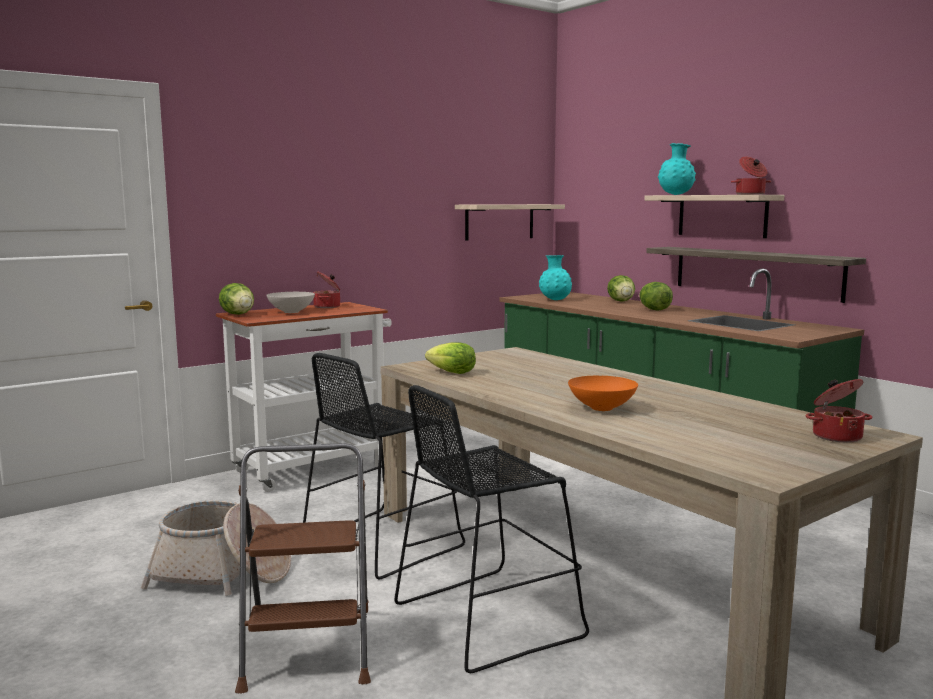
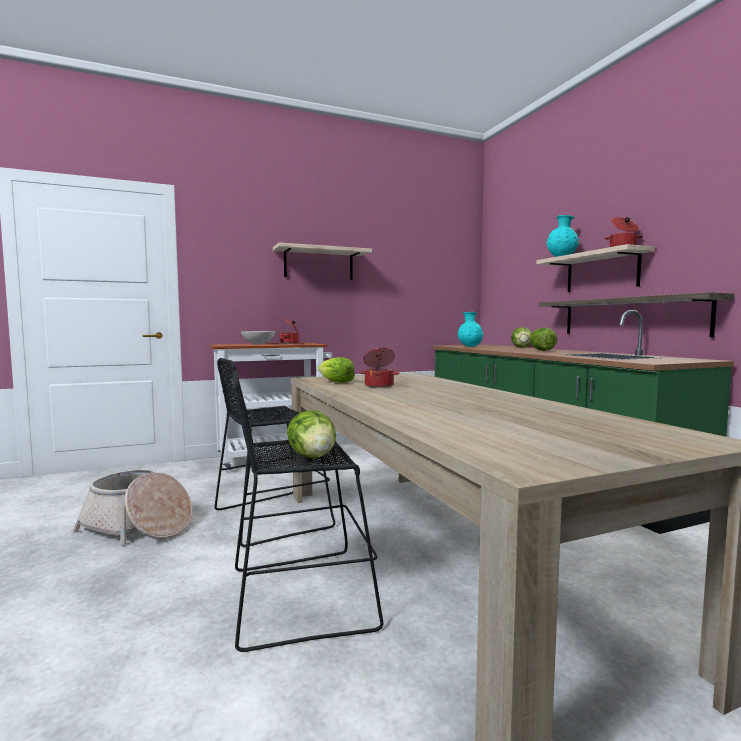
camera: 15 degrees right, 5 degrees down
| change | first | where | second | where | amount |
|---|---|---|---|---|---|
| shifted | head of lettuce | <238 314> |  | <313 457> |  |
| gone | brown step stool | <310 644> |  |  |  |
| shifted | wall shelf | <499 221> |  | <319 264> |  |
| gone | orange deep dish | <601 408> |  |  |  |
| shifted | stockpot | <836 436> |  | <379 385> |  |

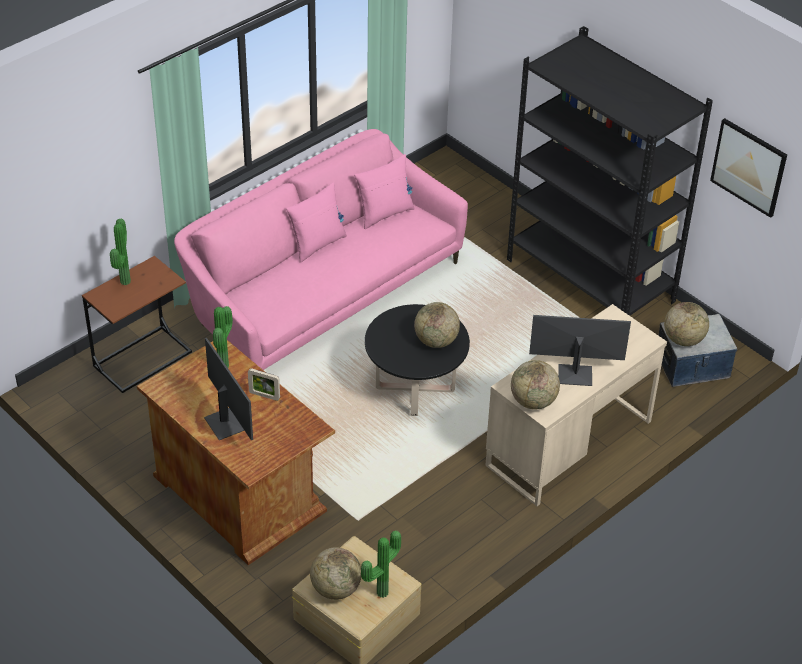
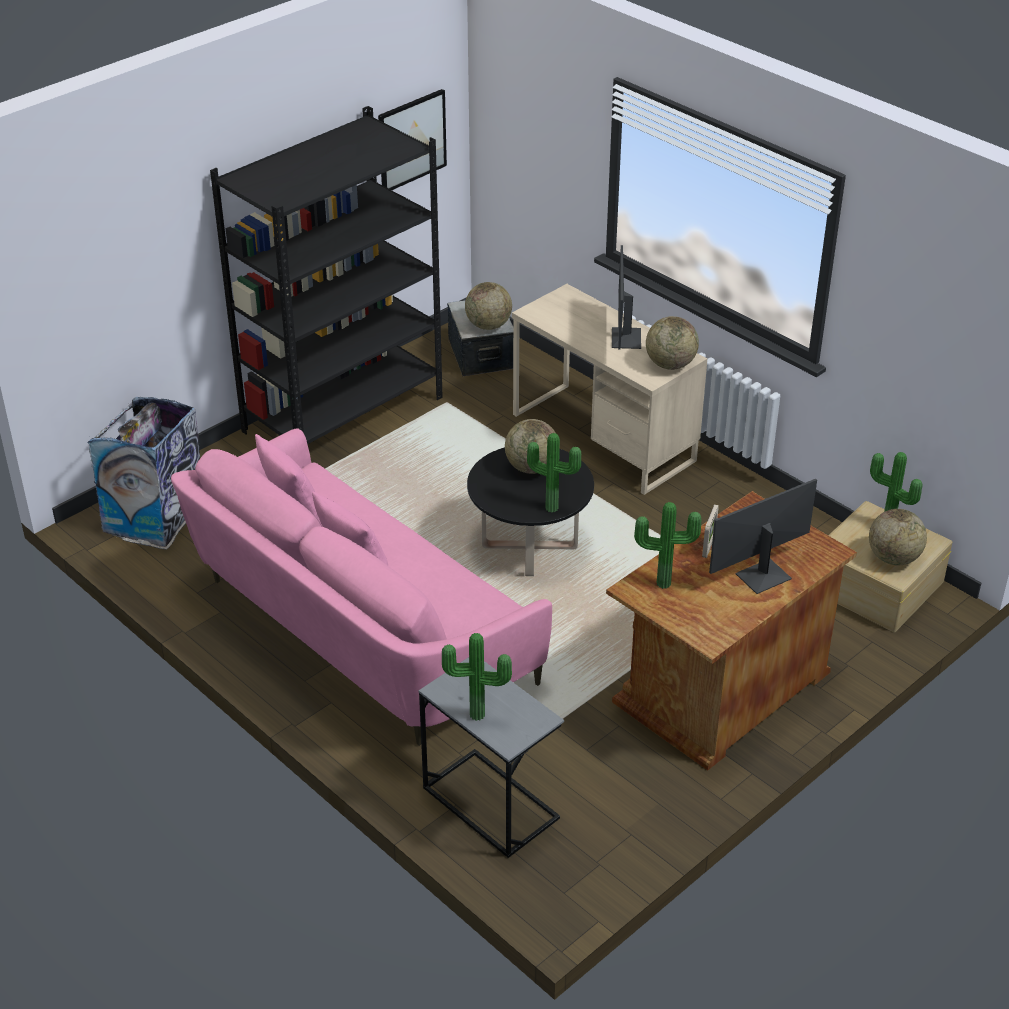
camera: 90 degrees left, 5 degrees down
| change | first | where | second | where | amount |
|---|---|---|---|---|---|
| repainted | brown side table | <142 359> | grey side table | <490 803> |  |
| new |  |  | trash can | <156 517> |  |
| new |  |  | houseplant | <552 506> |  |

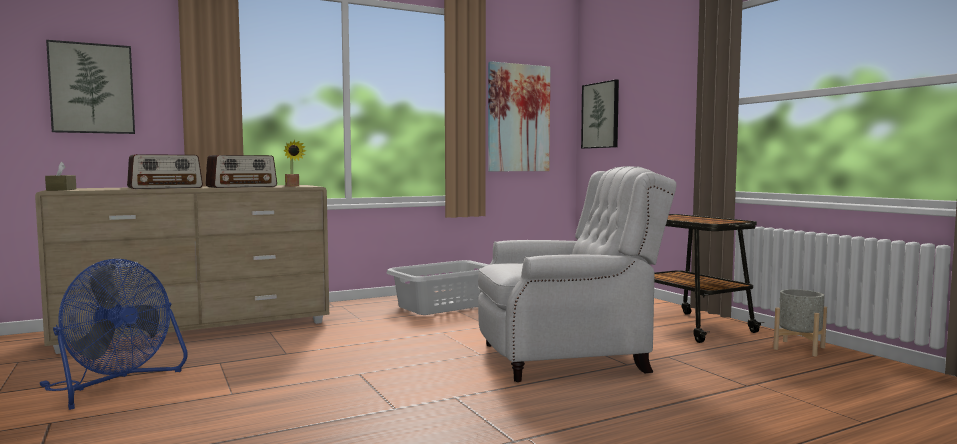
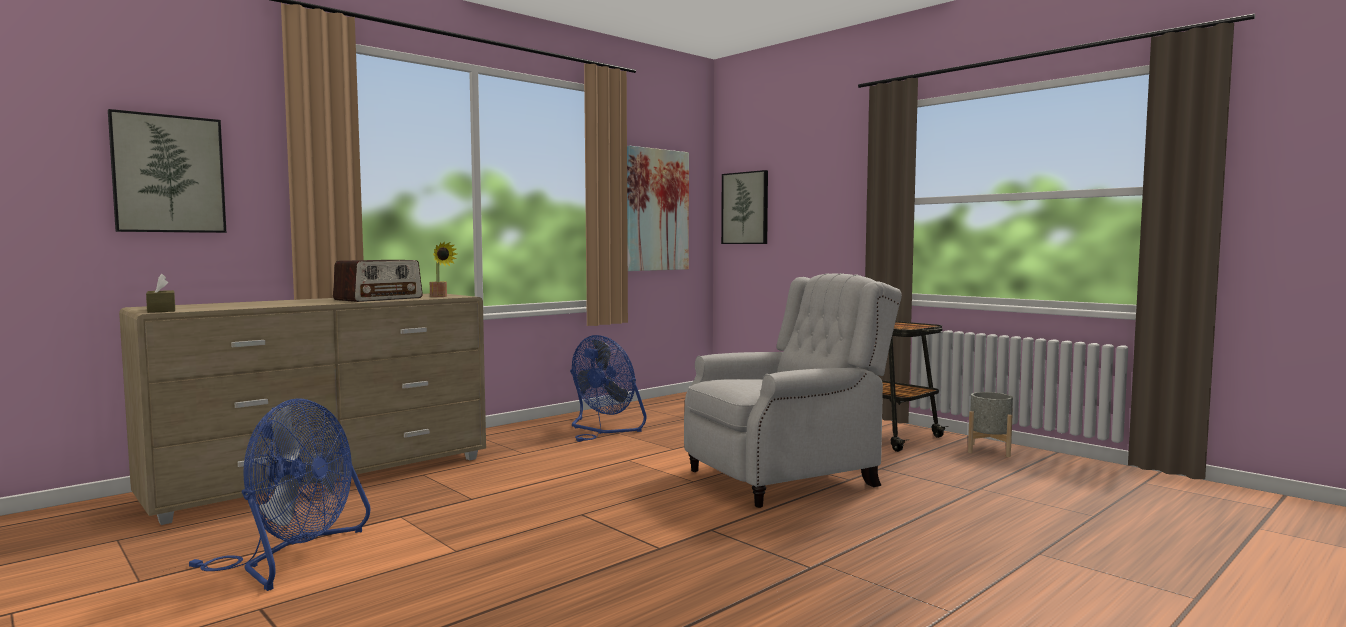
camera: 15 degrees left, 0 degrees up
| change | first | where | second | where | amount |
|---|---|---|---|---|---|
| gone | radio | <165 188> |  |  |  |
| swapped | grey laundry basket | <442 305> | blue fan | <599 429> |  |

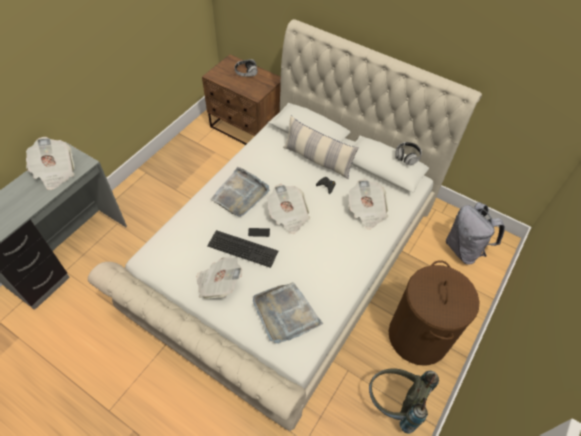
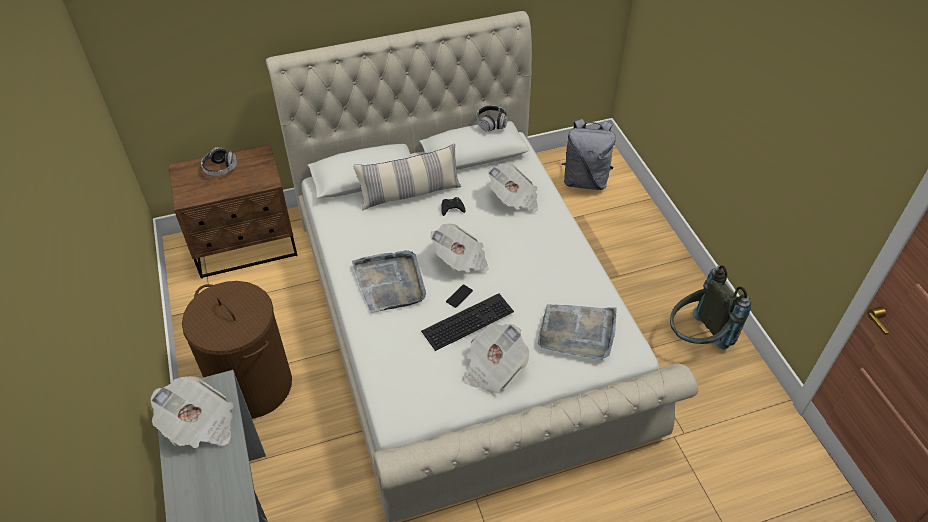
camera: 50 degrees left, 5 degrees down
| change | first | where | second | where | amount |
|---|---|---|---|---|---|
| shifted | brown laundry basket | <418 336> |  | <253 385> |  |

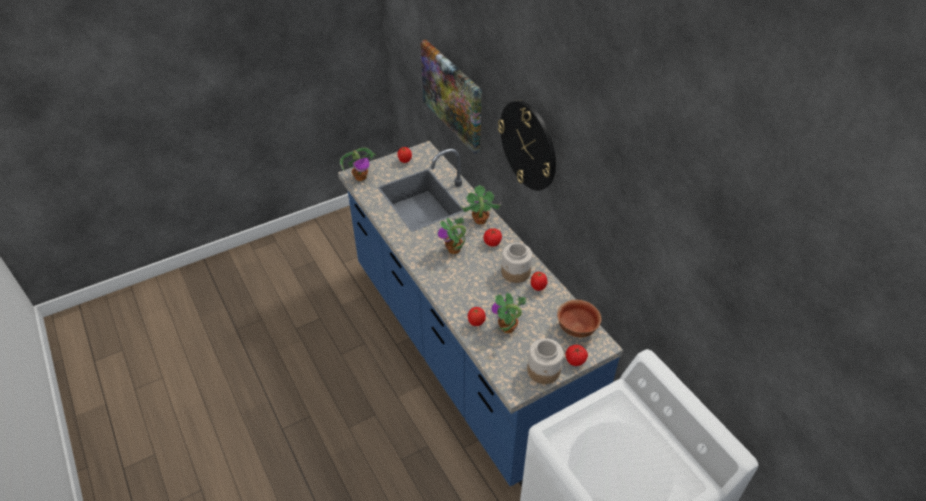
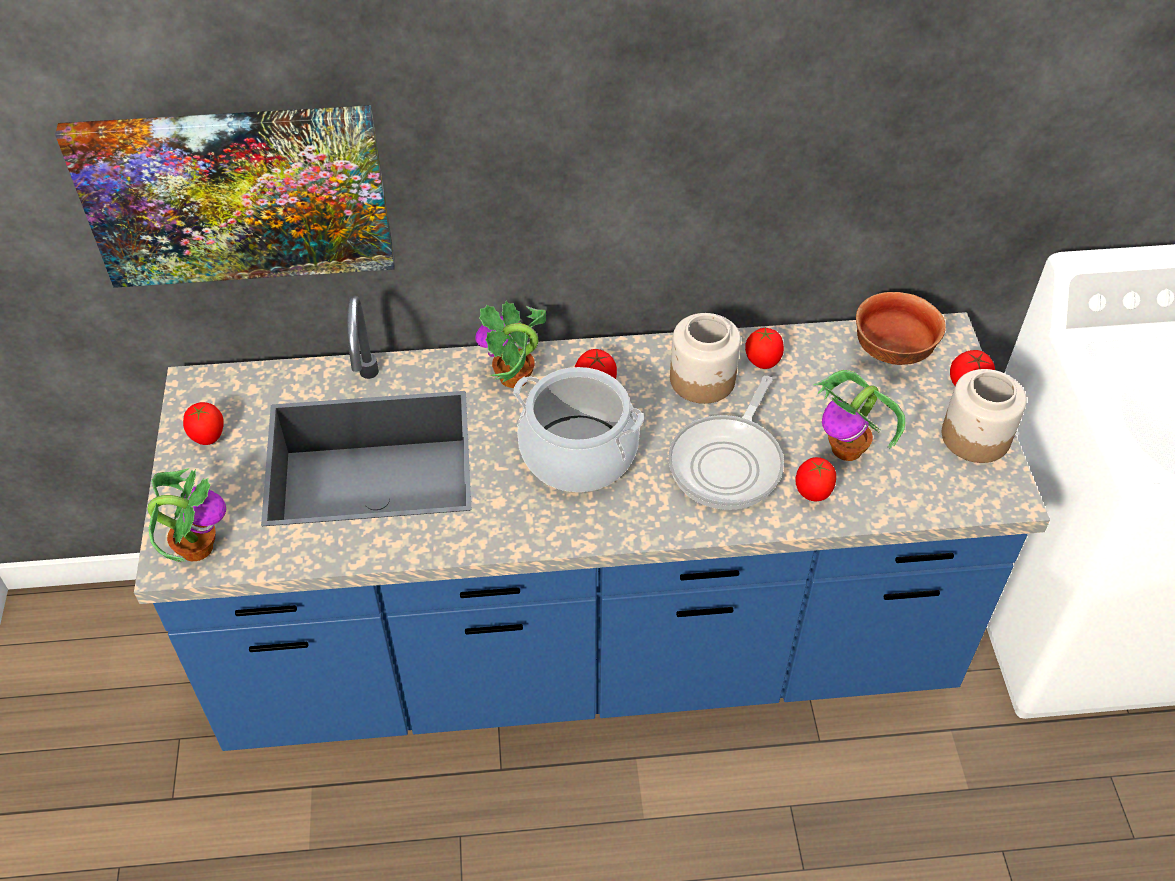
camera: 65 degrees left, 5 degrees up
| change | first | where | second | where | amount |
|---|---|---|---|---|---|
| swapped | houseplant | <454 249> | stockpot | <578 453> |  |
| gone | wall clock | <528 145> |  |  |  |
| new |  |  | pan | <728 462> |  |

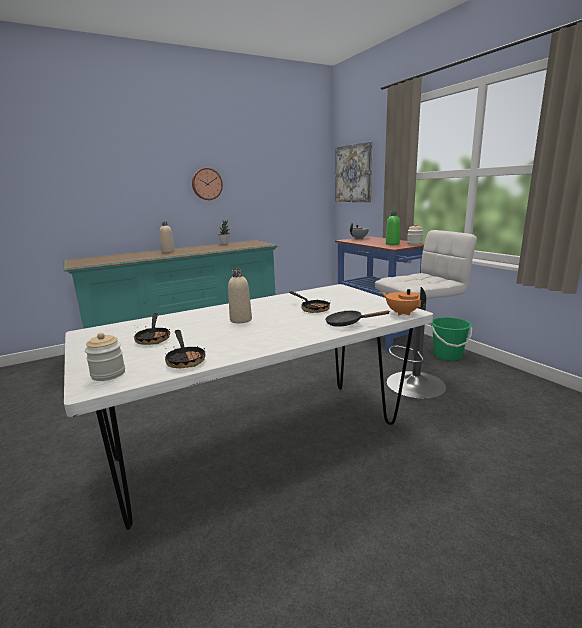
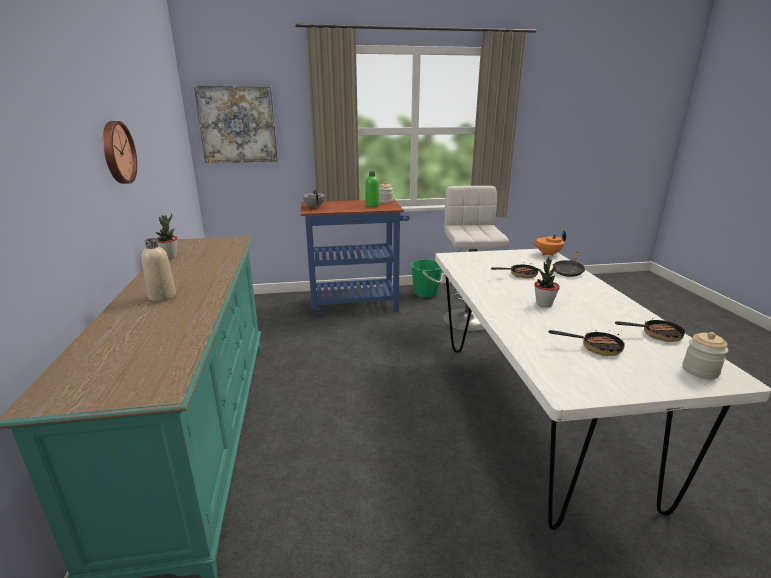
camera: 70 degrees left, 5 degrees up
| change | first | where | second | where | amount |
|---|---|---|---|---|---|
| swapped | sand-coloured drink bottle | <241 320> | houseplant | <544 304> |  |

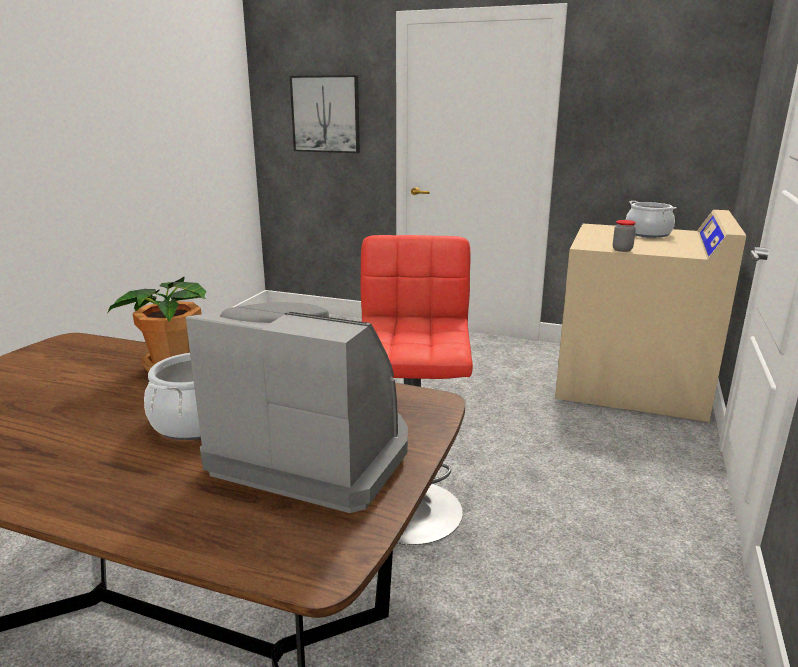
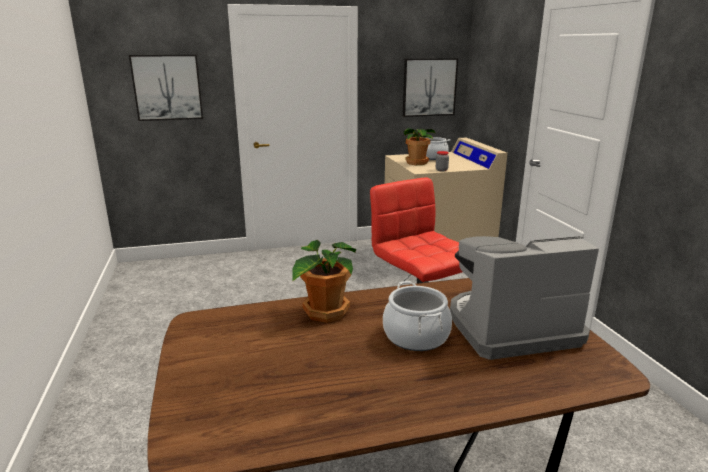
camera: 35 degrees left, 0 degrees up
| change | first | where | second | where | amount |
|---|---|---|---|---|---|
| new |  |  | wall art | <429 87> |  |
| new |  |  | houseplant | <416 163> |  |

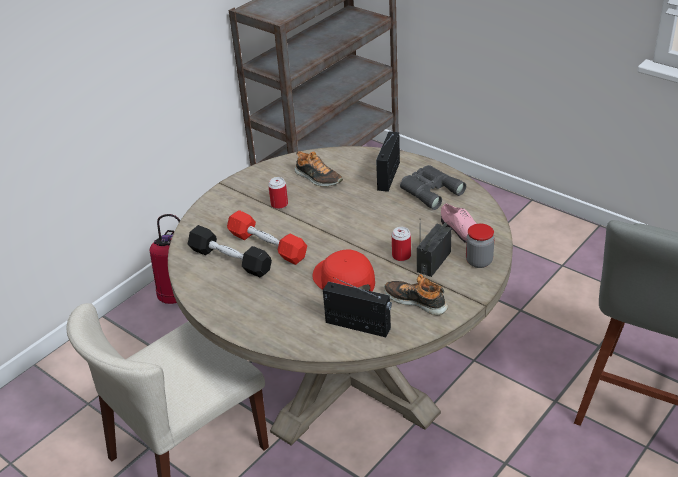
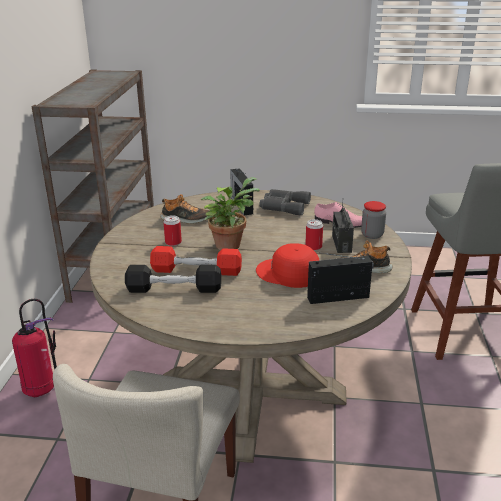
camera: 35 degrees left, 10 degrees down
| change | first | where | second | where | amount |
|---|---|---|---|---|---|
| new |  |  | houseplant | <229 244> |  |

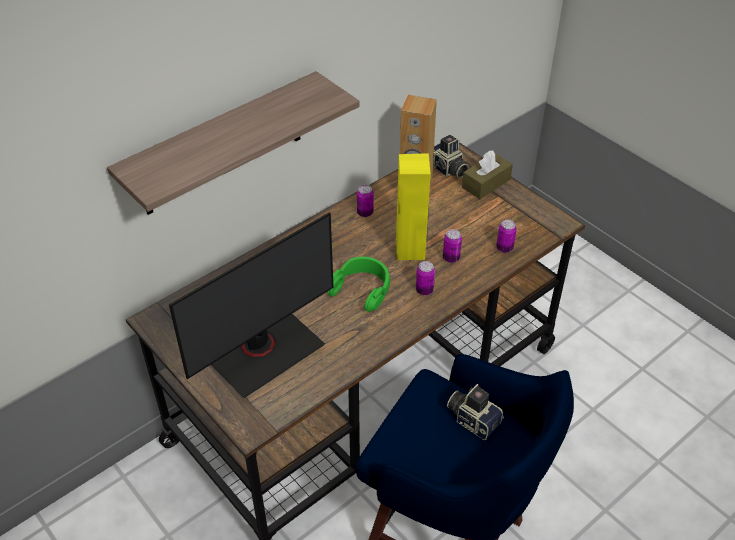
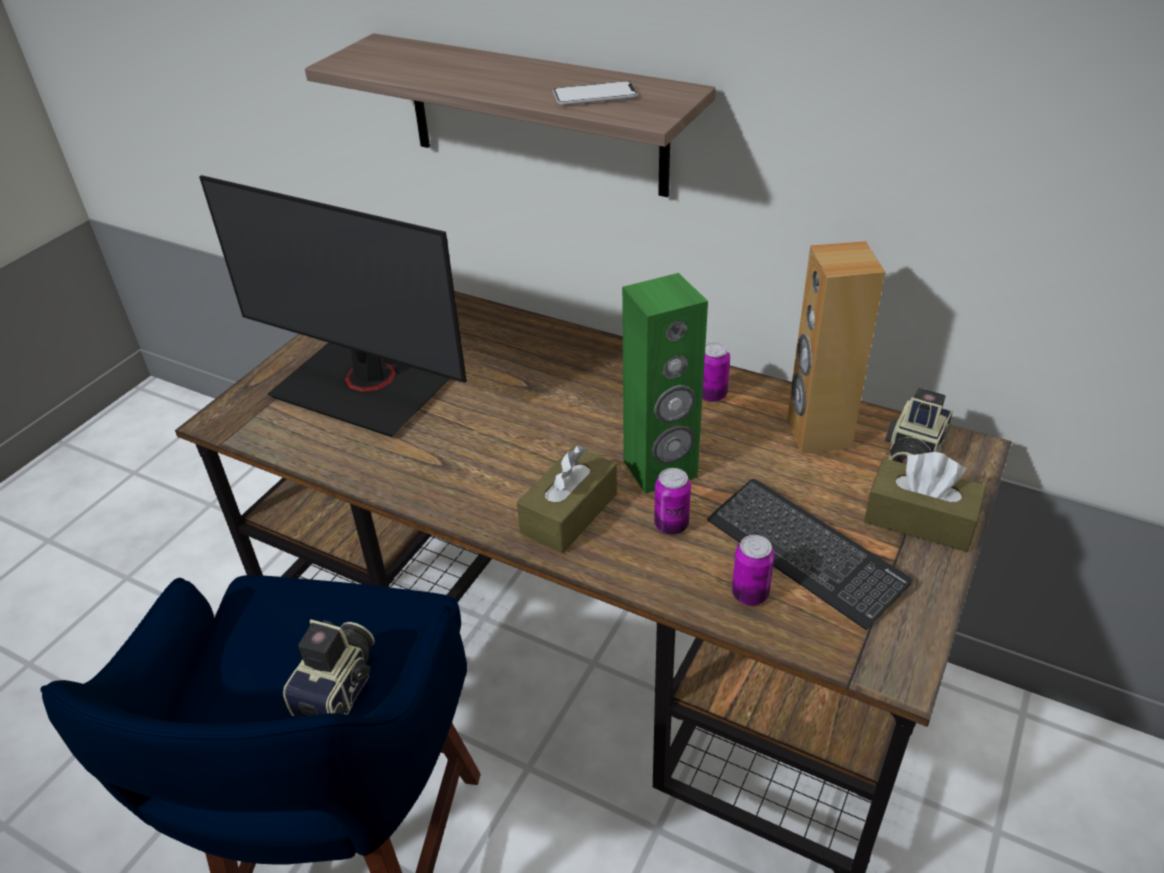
camera: 70 degrees right, 5 degrees down
| change | first | where | second | where | amount |
|---|---|---|---|---|---|
| gone | green headphones | <362 289> |  |  |  |
| repainted | yellow-coloured audio speaker | <410 249> | green audio speaker | <660 469> |  |
| swapped | metal can | <424 290> | brown box of tissues | <569 513> |  |
| new |  |  | telephone | <595 95> |  |
| new |  |  | keyboard | <805 553> |  |

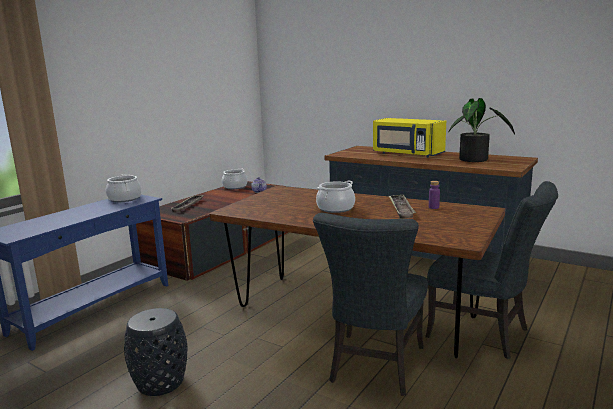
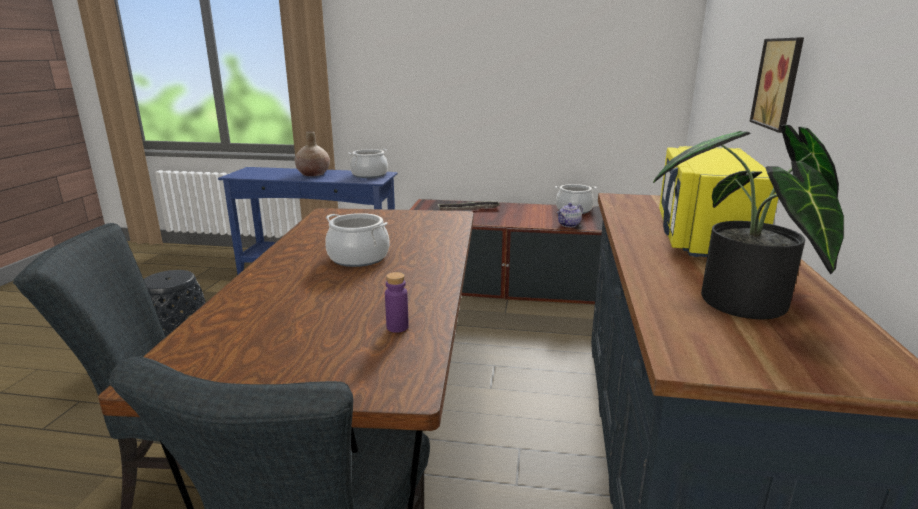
camera: 65 degrees right, 5 degrees up
| change | first | where | second | where | amount |
|---|---|---|---|---|---|
| gone | serving tray | <401 209> |  |  |  |
| new |  |  | sand-coloured flower vase | <313 174> |  |
| new |  |  | wall art | <781 83> |  |

